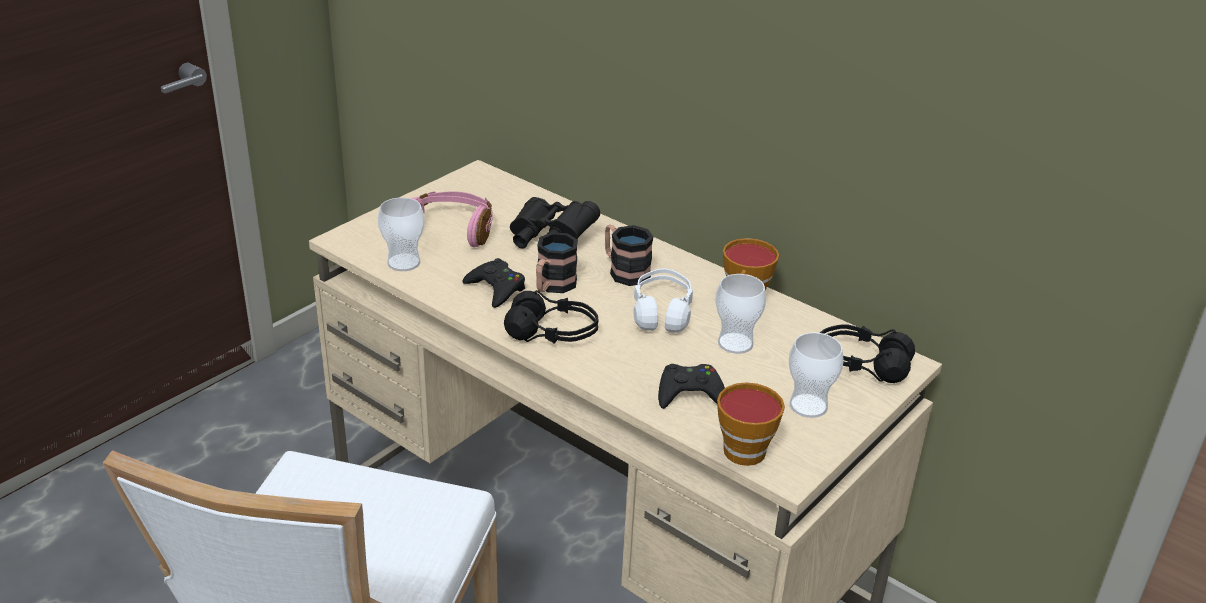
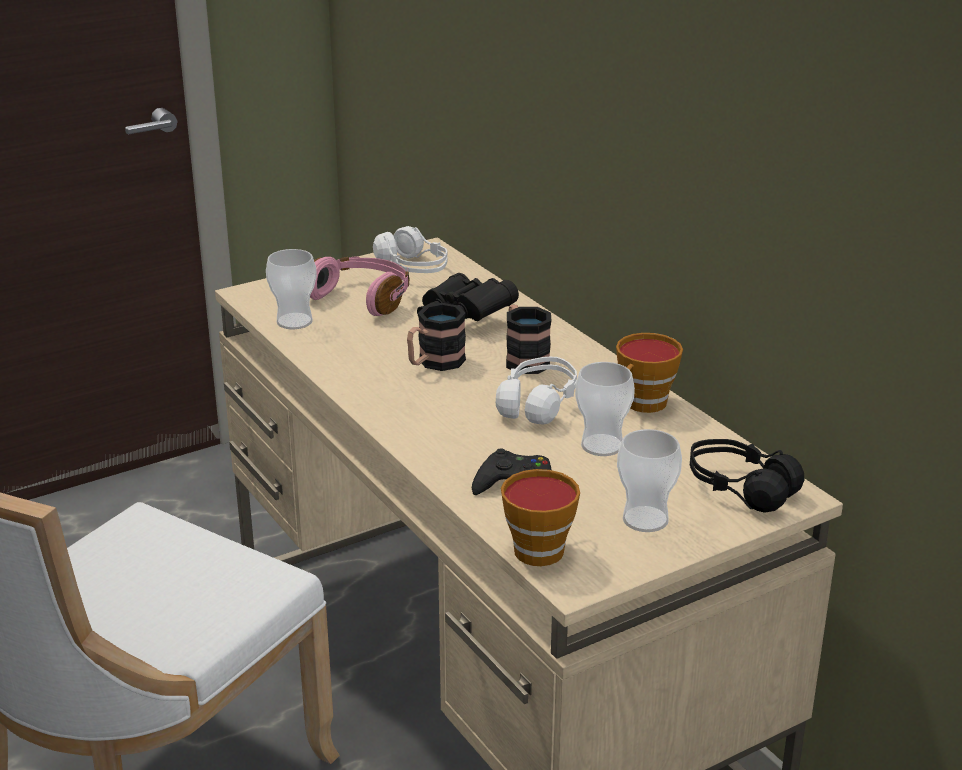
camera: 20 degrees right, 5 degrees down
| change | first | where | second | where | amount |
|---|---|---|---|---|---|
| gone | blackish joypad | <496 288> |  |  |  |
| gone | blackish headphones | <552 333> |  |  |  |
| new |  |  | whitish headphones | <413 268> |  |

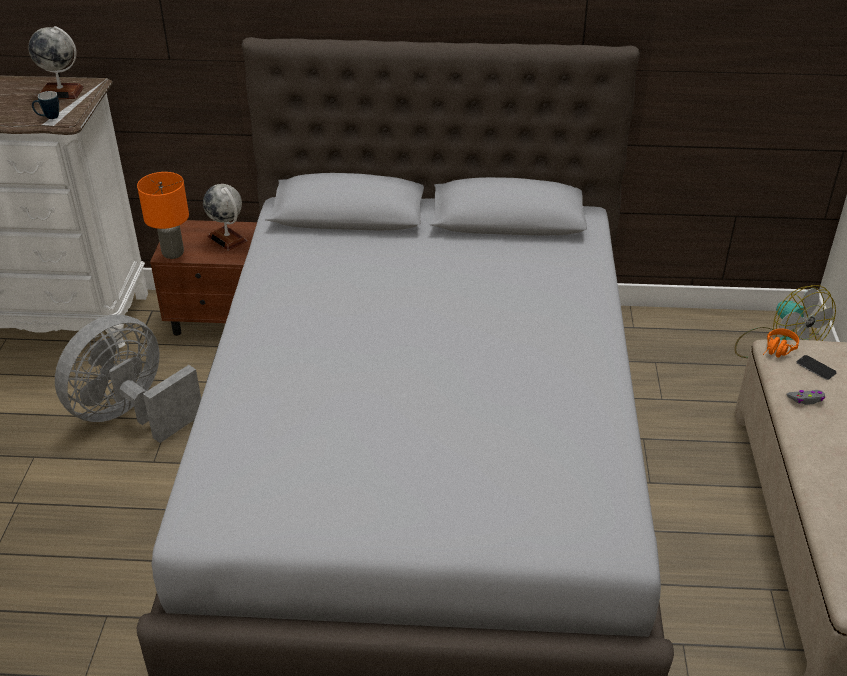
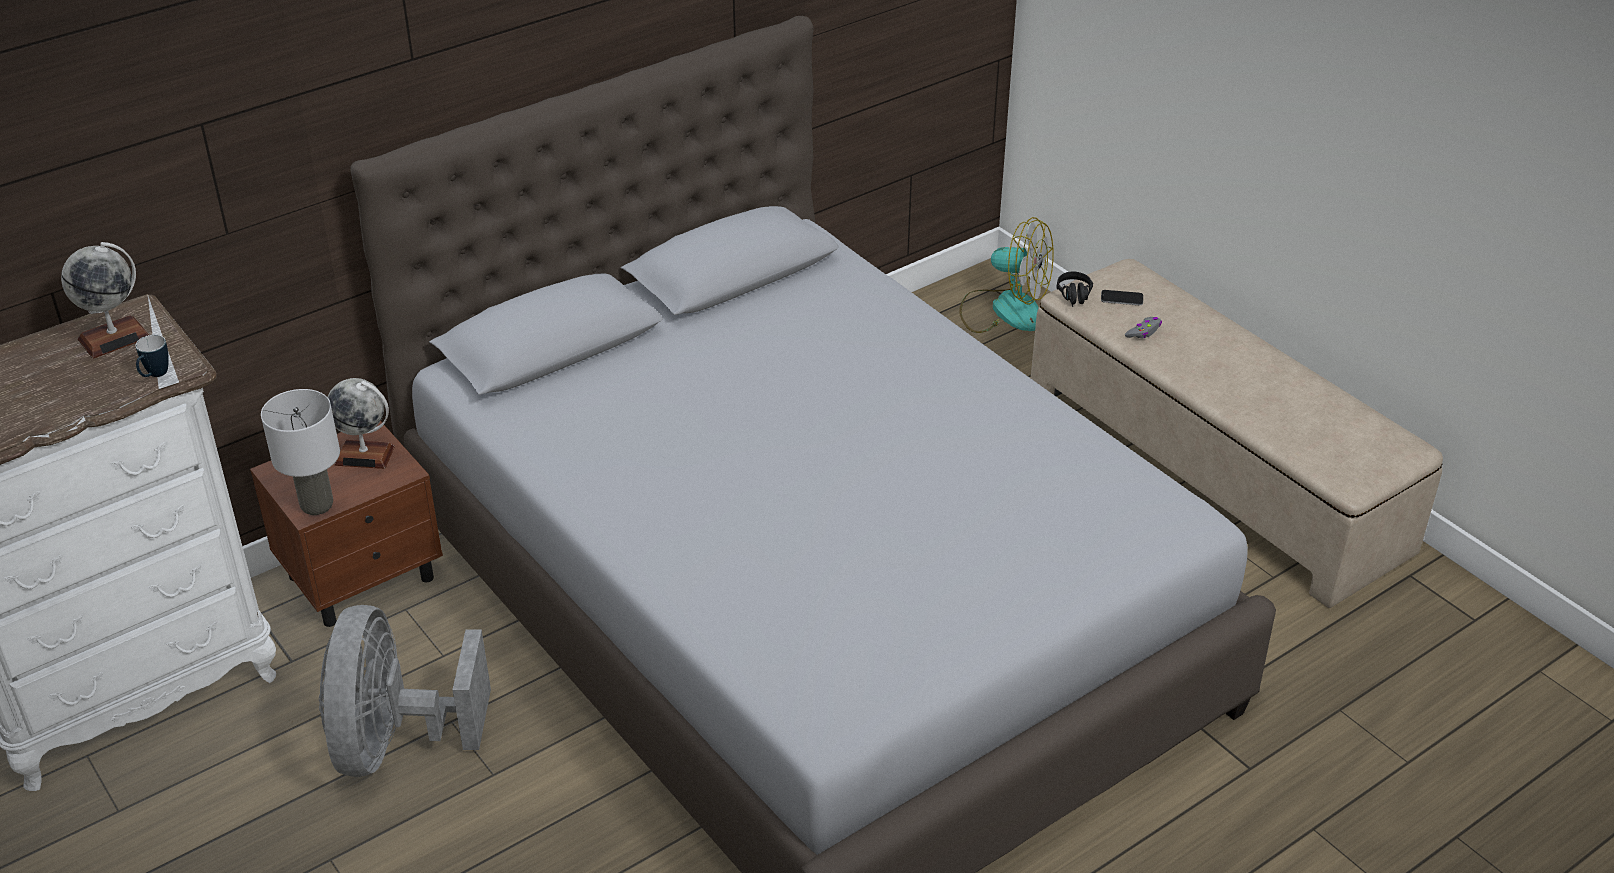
camera: 40 degrees left, 0 degrees up
| change | first | where | second | where | amount |
|---|---|---|---|---|---|
| repainted | orange tabletop lamp | <174 254> | whitish tabletop lamp | <319 506> |  |
| repainted | orange headphones | <777 351> | blackish headphones | <1075 298> |  |

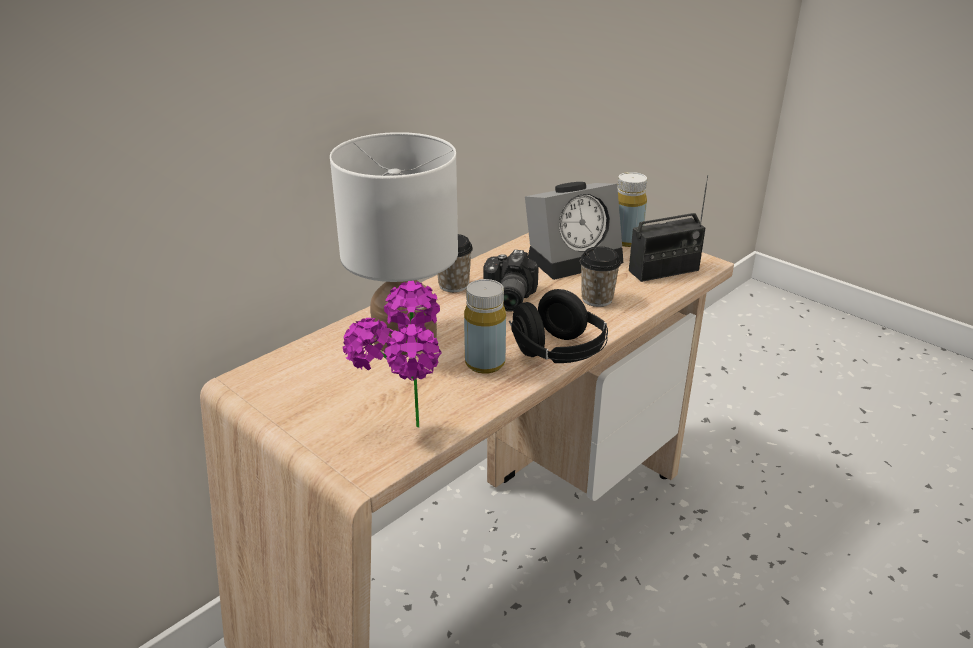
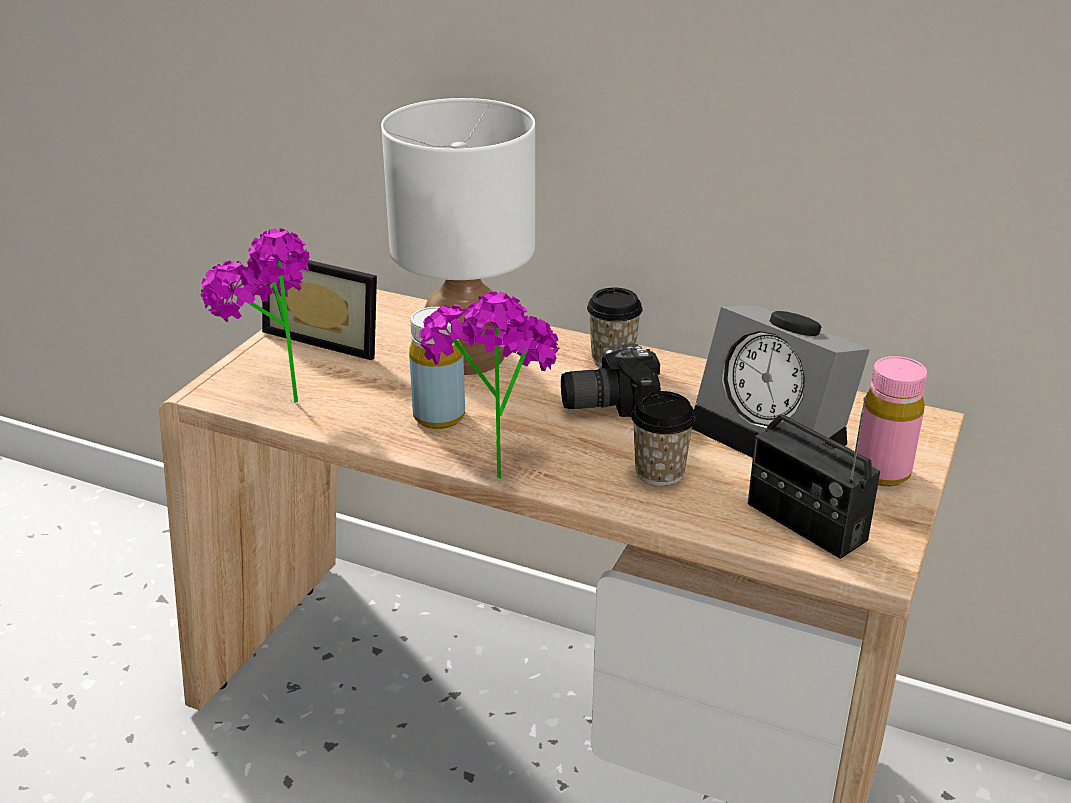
camera: 70 degrees right, 0 degrees up
| change | first | where | second | where | amount |
|---|---|---|---|---|---|
| swapped | blackish headphones | <558 353> | houseplant | <491 463> |  |
| repainted | yellow-coloured drink bottle | <626 240> | pink drink bottle | <882 472> |  |
| new |  |  | standing frame | <329 336> |  |

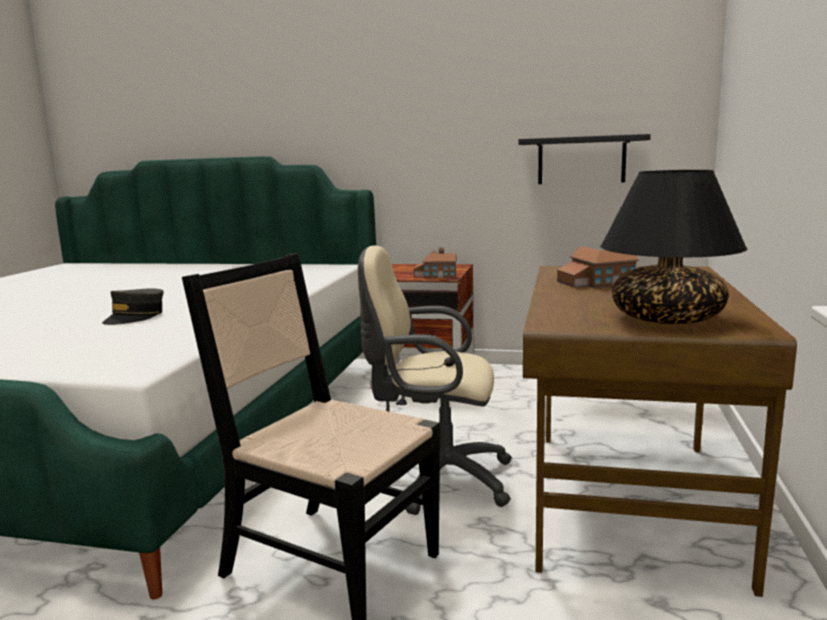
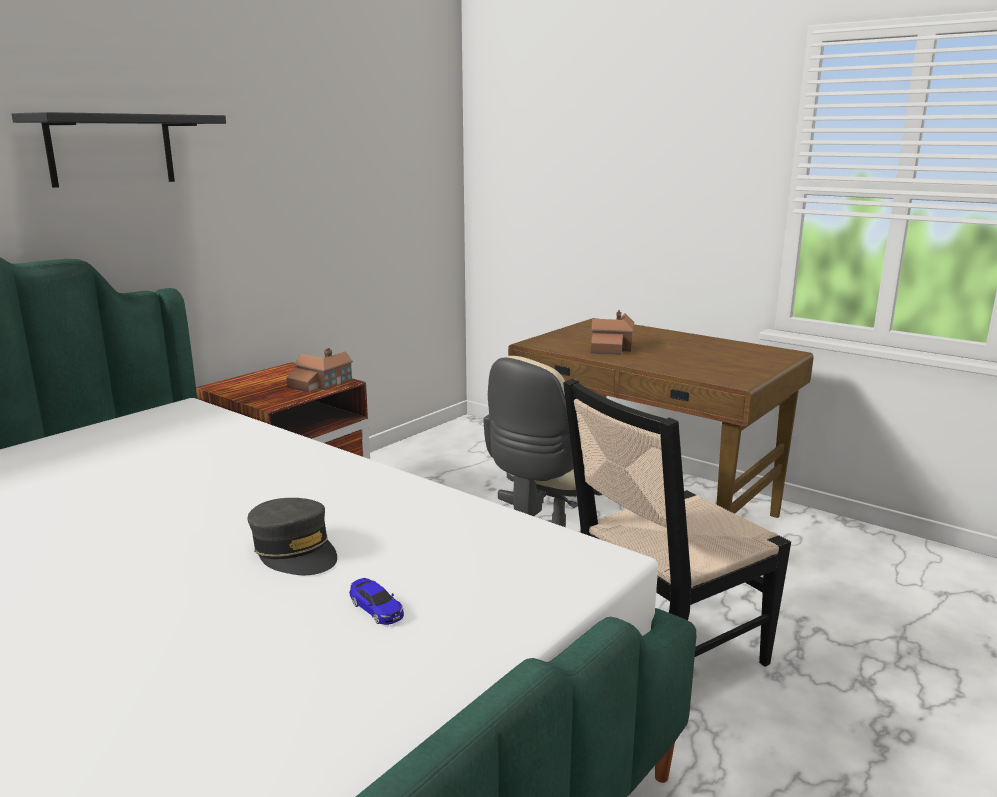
camera: 65 degrees left, 5 degrees up
| change | first | where | second | where | amount |
|---|---|---|---|---|---|
| shifted | blackish wall shelf | <581 160> |  | <111 150> |  |
| gone | blackish tabletop lamp | <667 319> |  |  |  |
| new |  |  | model car | <376 609> |  |

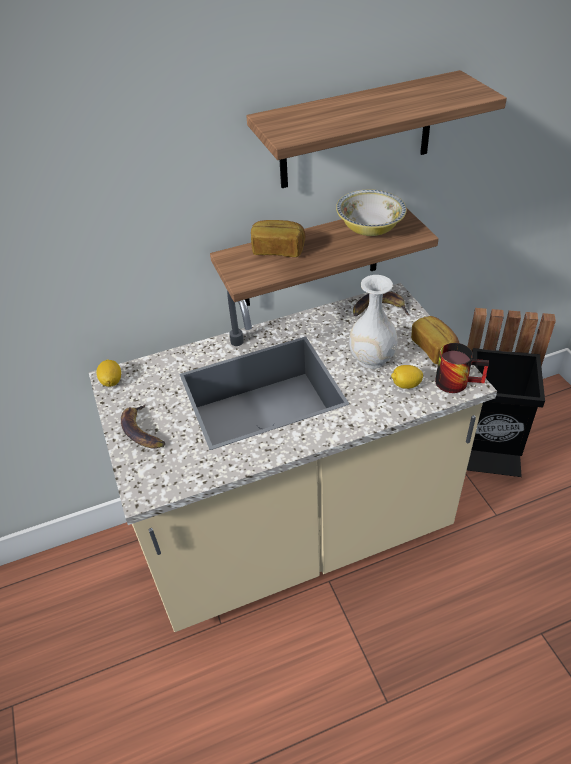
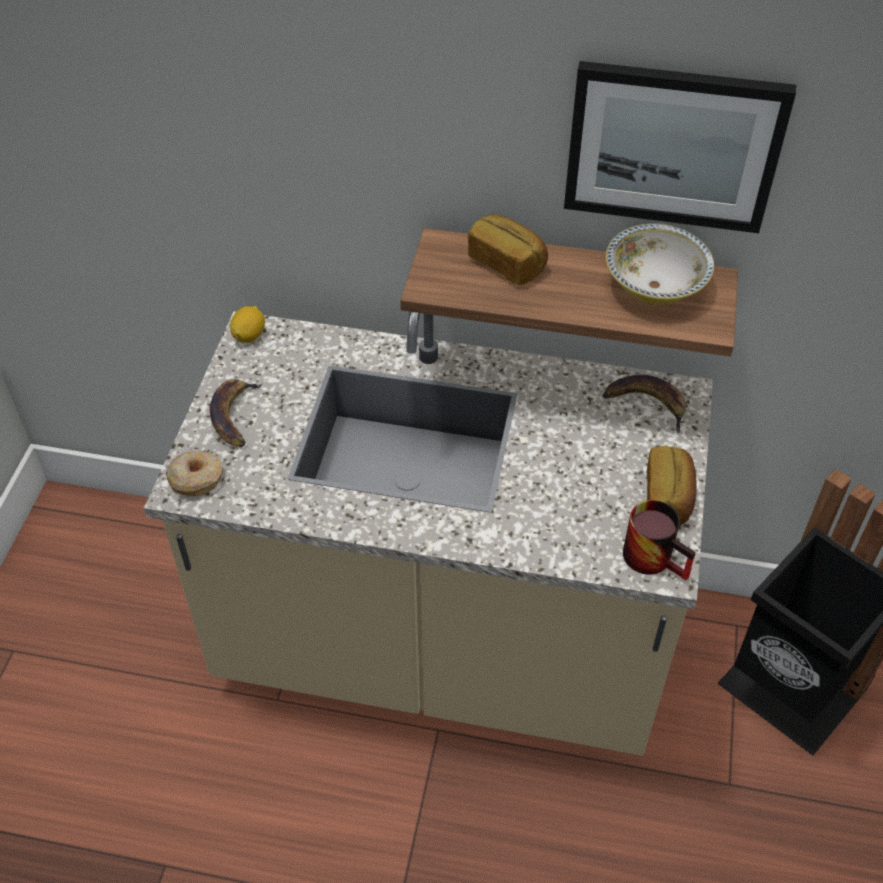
camera: 30 degrees right, 5 degrees up
| change | first | where | second | where | amount |
|---|---|---|---|---|---|
| swapped | wall shelf | <356 132> | wall art | <673 146> |  |
| gone | whitish flower vase | <371 358> |  |  |  |
| gone | citrus fruit | <405 385> |  |  |  |
| new |  |  | donut | <196 478> |  |

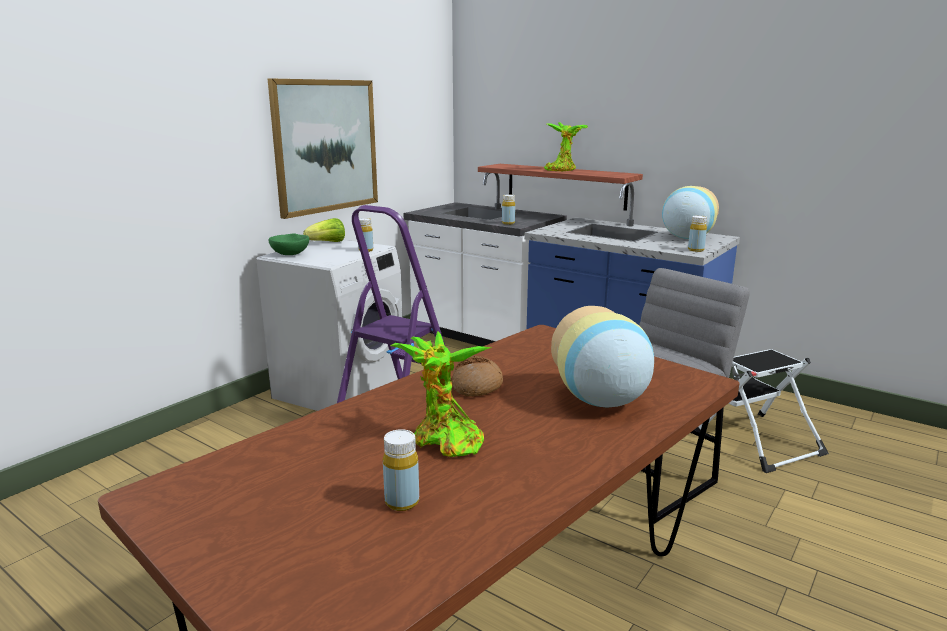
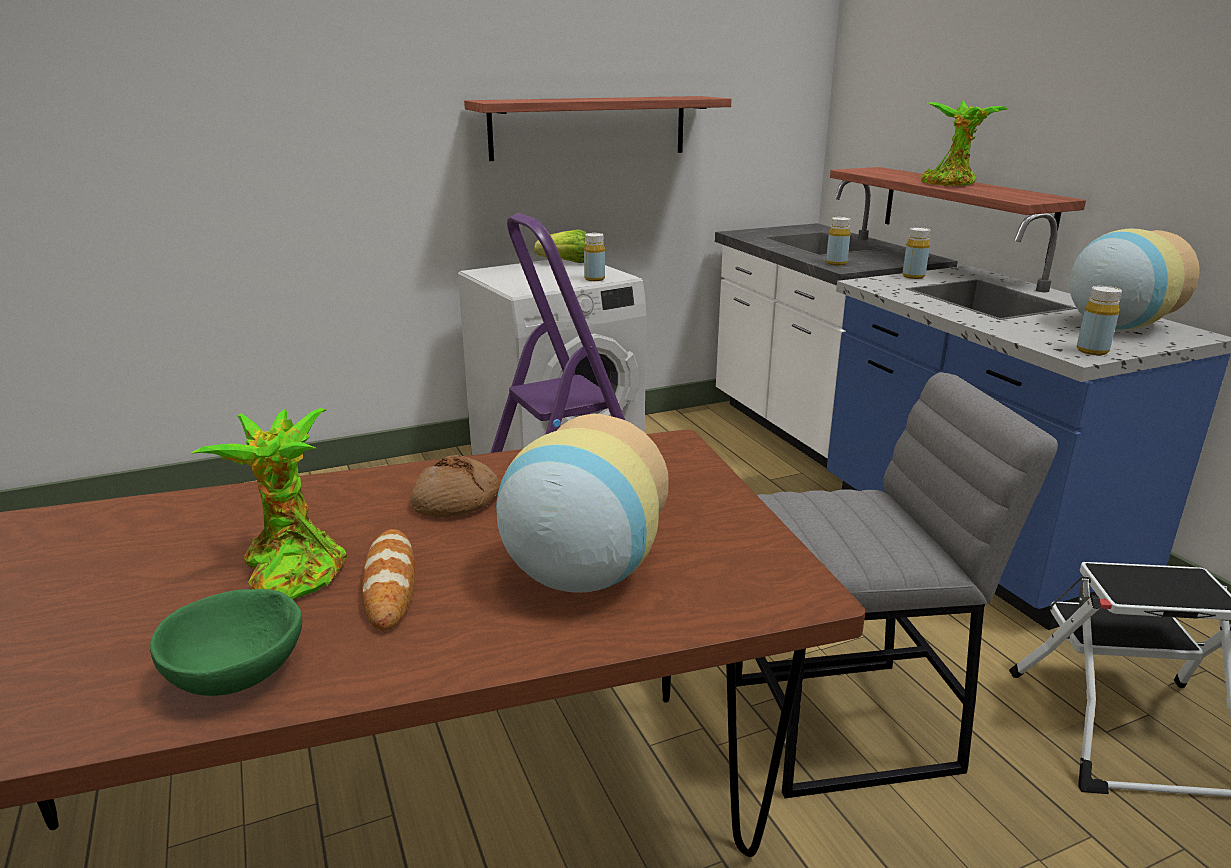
camera: 30 degrees right, 5 degrees up
| change | first | where | second | where | amount |
|---|---|---|---|---|---|
| swapped | wall art | <326 146> | wall shelf | <589 127> |  |
| shifted | green deep dish | <290 254> |  | <237 676> |  |
| shifted | yellow-coloured drink bottle | <402 502> |  | <913 276> |  |
| new |  |  | bakery bread | <390 584> |  |

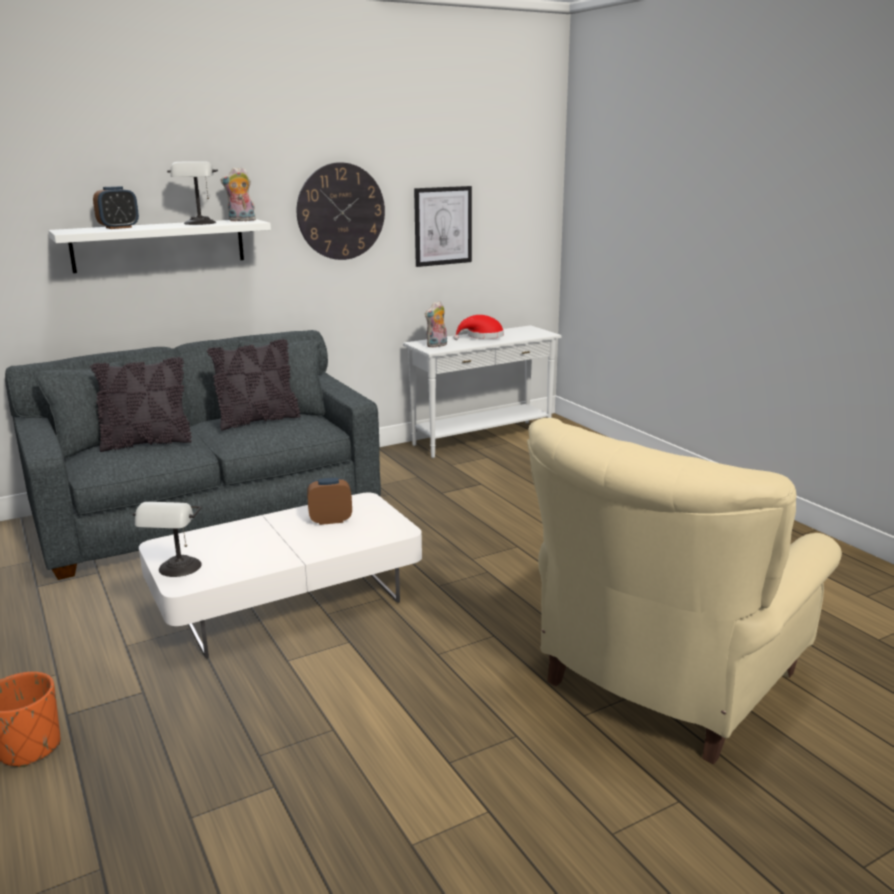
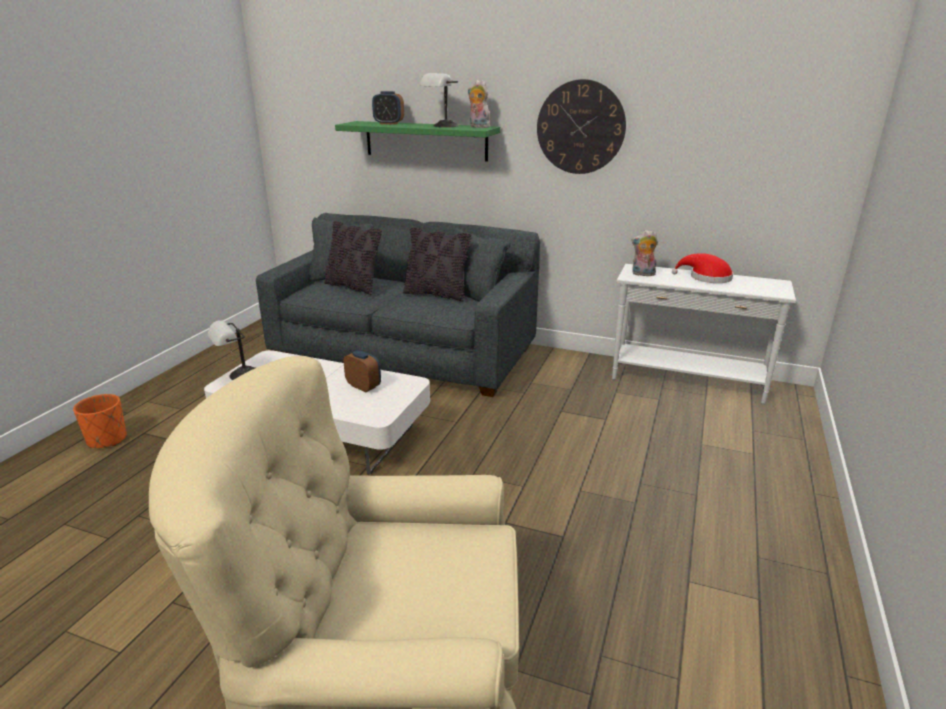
camera: 50 degrees right, 5 degrees up
| change | first | where | second | where | amount |
|---|---|---|---|---|---|
| repainted | whitish wall shelf | <159 245> | green wall shelf | <425 140> |  |
| gone | wall art | <443 226> |  |  |  |

